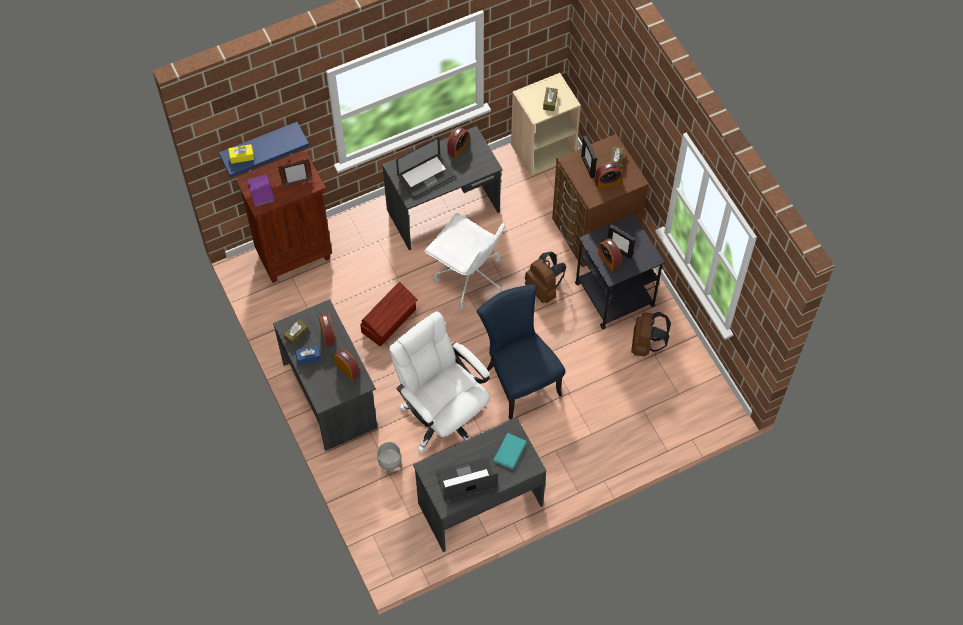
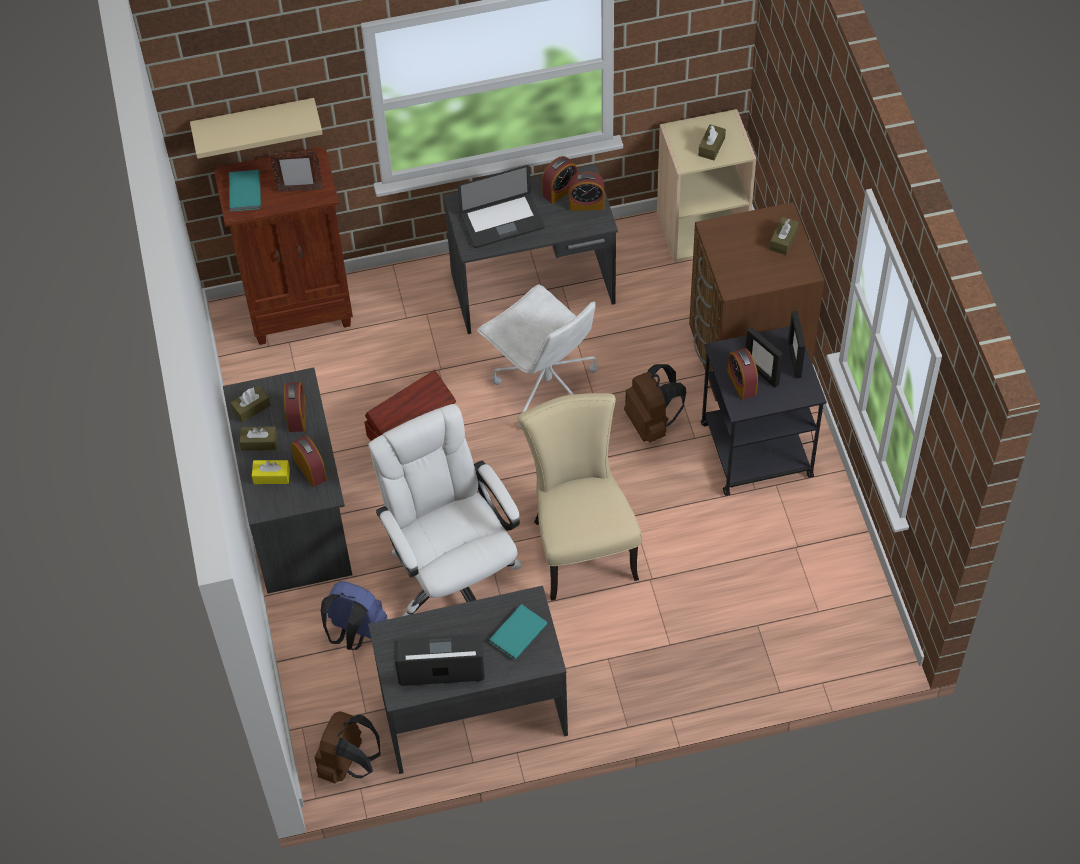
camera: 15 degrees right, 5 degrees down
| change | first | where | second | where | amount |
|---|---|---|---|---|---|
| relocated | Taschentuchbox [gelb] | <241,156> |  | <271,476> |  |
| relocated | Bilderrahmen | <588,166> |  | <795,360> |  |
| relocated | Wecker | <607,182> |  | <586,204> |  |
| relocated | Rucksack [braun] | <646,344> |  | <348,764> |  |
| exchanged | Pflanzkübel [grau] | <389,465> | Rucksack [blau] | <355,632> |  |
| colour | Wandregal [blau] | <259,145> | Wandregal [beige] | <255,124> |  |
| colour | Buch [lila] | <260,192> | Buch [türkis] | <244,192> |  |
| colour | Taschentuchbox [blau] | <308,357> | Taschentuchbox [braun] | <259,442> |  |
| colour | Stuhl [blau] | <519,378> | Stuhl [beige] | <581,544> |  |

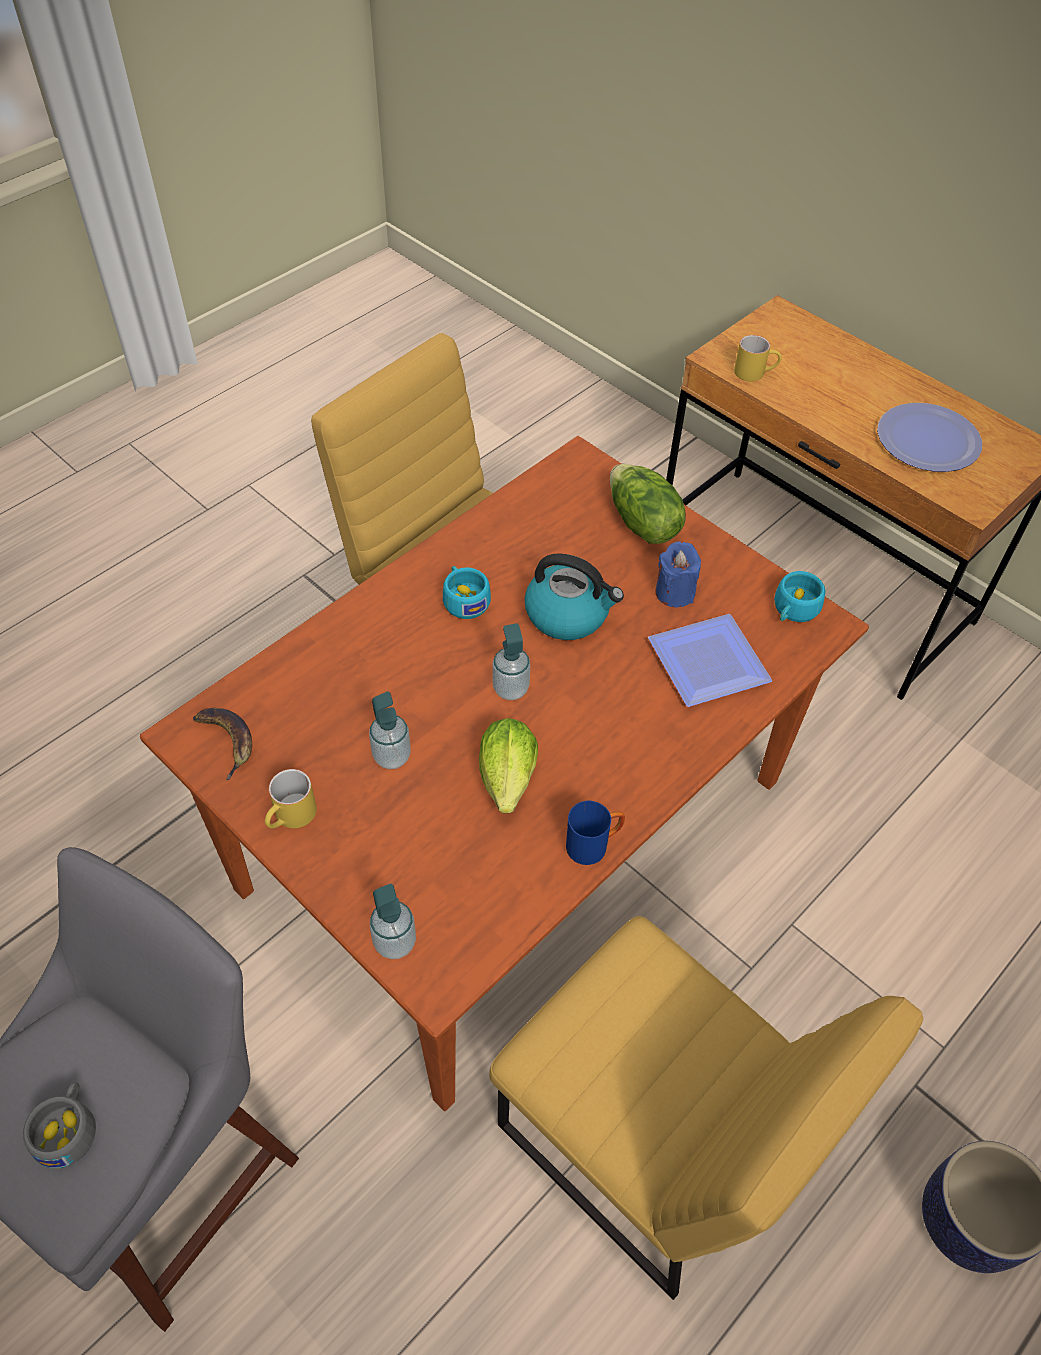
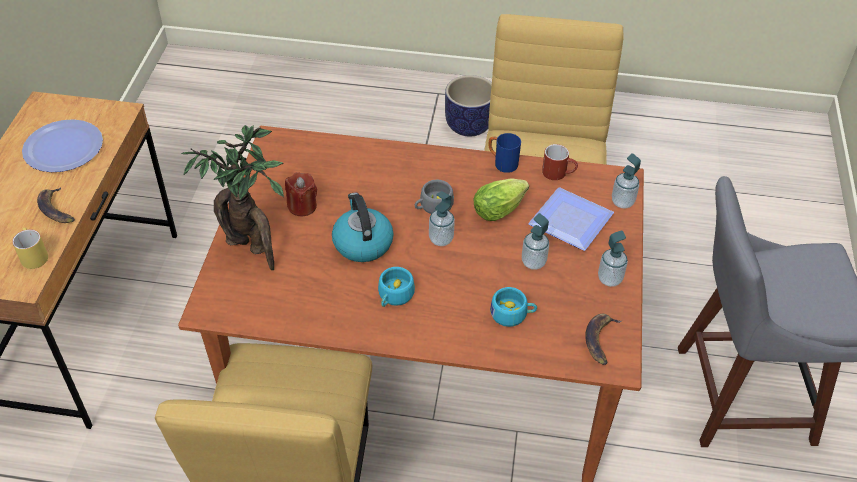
camera: 125 degrees left, 5 degrees down
| change | first | where | second | where | amount |
|---|---|---|---|---|---|
| appeared |  |  | Banane | <56,209> |  |
| appeared |  |  | Henkelbecher [rot] | <559,173> |  |
| relocated | Tasse [grau] | <68,1129> |  | <433,206> |  |
| relocated | Teller | <712,665> |  | <569,219> |  |
| relocated | Tasse [türkis] | <793,610> |  | <512,314> |  |
| exchanged | Henkelbecher [gelb] | <291,818> | Seifenspender | <610,279> |  |
| exchanged | Salatkopf | <641,524> | Topfpflanze | <251,247> |  |
| colour | Kerze [blau] | <675,592> | Kerze [rot] | <302,206> |  |

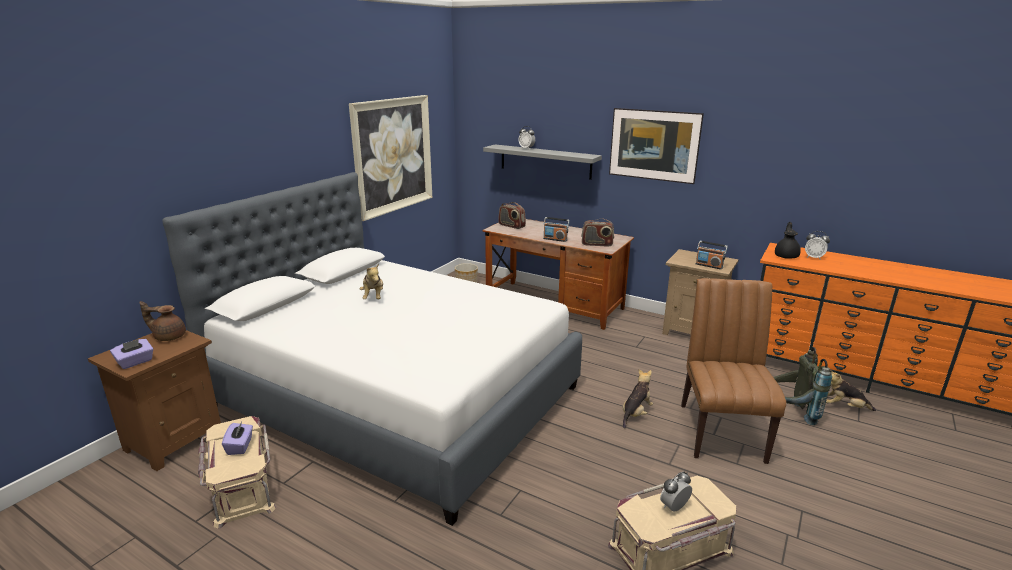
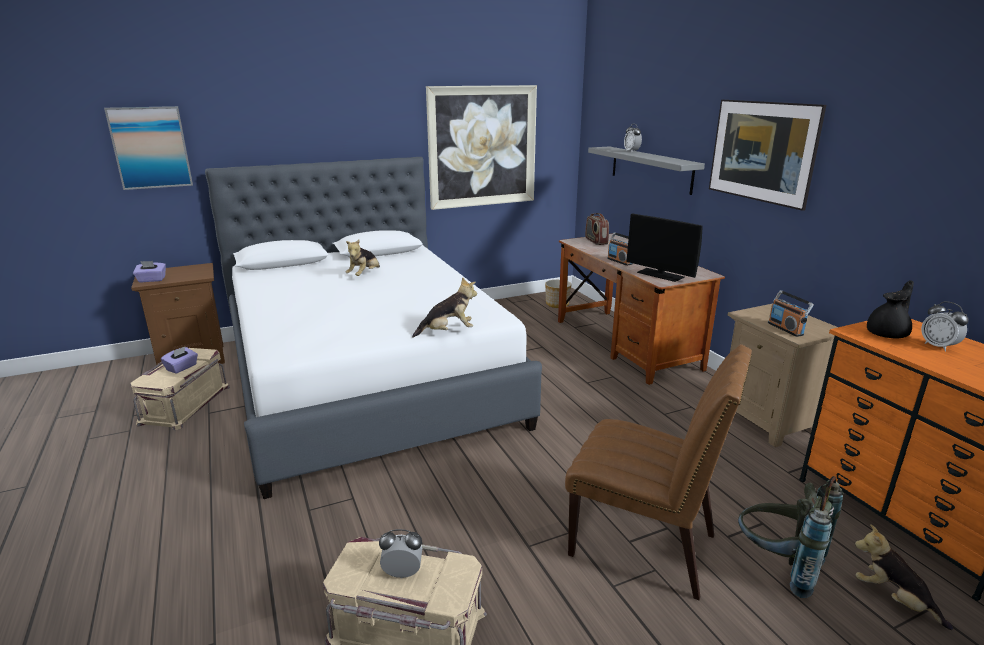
camera: 35 degrees right, 0 degrees up
| change | first | where | second | where | amount |
|---|---|---|---|---|---|
| missing | Teekanne [braun] | <169,336> |  |  |  |
| appeared |  |  | Bild | <150,147> |  |
| relocated | Plüschtier | <635,413> |  | <448,332> |  |
| exchanged | Radio | <597,244> | Monitor | <660,275> |  |
| spun | Stuhl [braun] | <721,433> |  | <641,545> | 75 degrees clockwise |

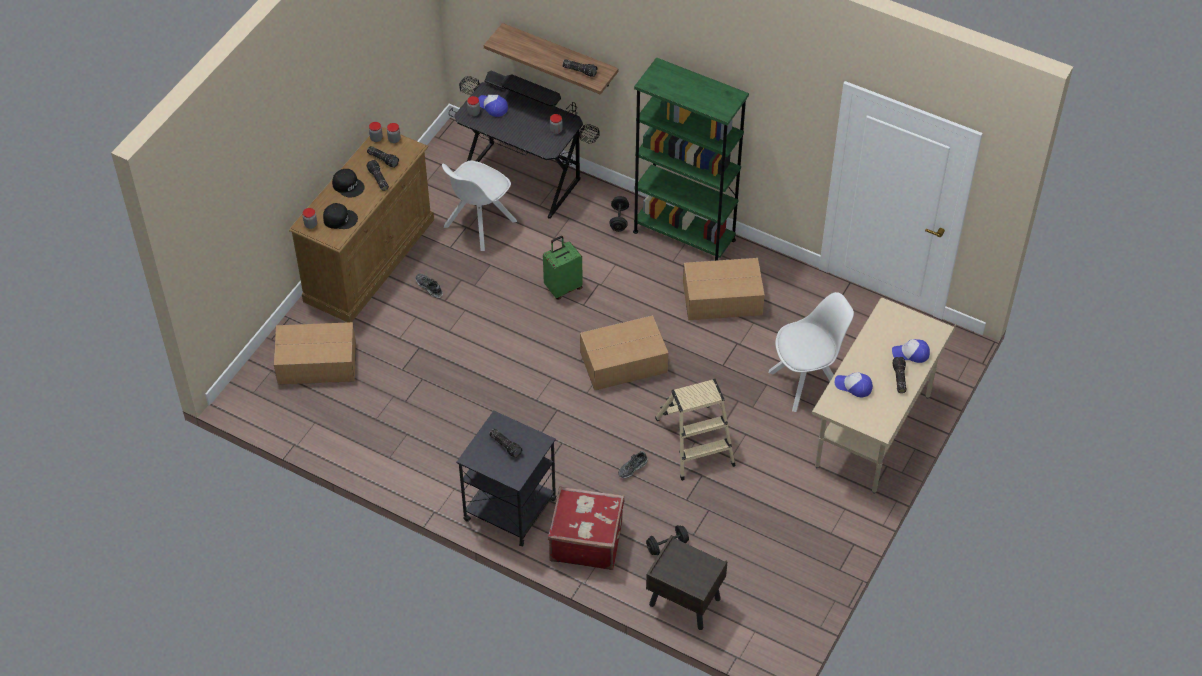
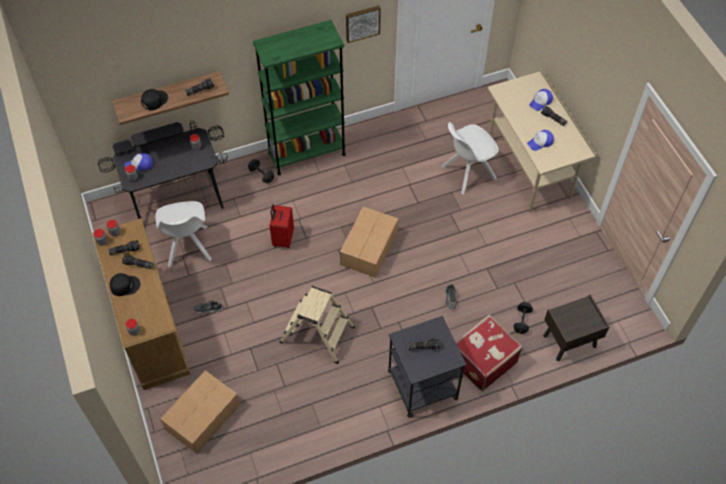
camera: 50 degrees left, 5 degrees up
| change | first | where | second | where | amount |
|---|---|---|---|---|---|
| missing | Karton | <723,299> |  |  |  |
| appeared |  |  | Bild | <362,23> |  |
| relocated | Kappe [schwarz] | <340,218> |  | <154,100> |  |
| relocated | Trittleiter [beige] | <695,441> |  | <317,334> |  |
| colour | Koffer [grün] | <563,287> | Koffer [rot] | <282,238> |  |
| spun | Stuhl [weiß] | <807,382> |  | <467,173> | 135 degrees counterclockwise |

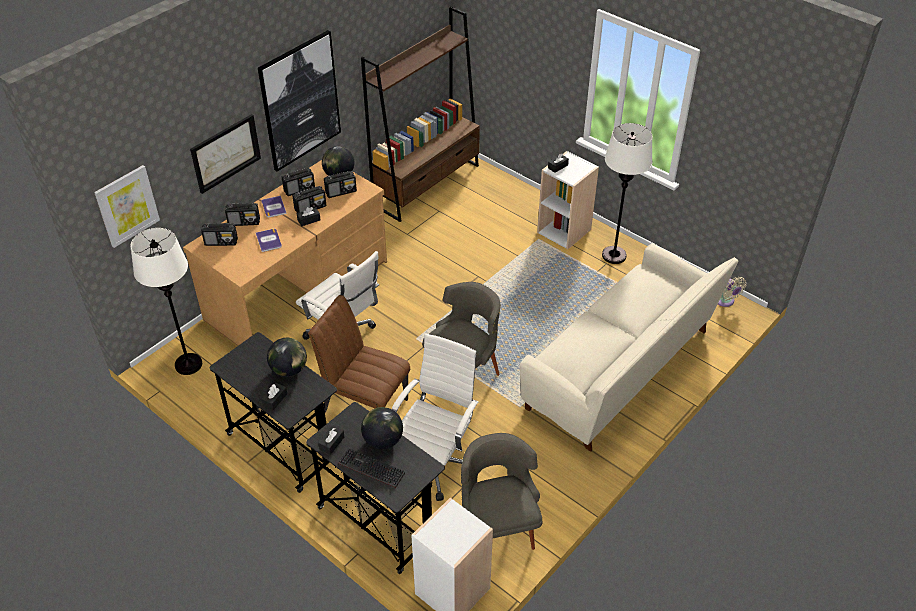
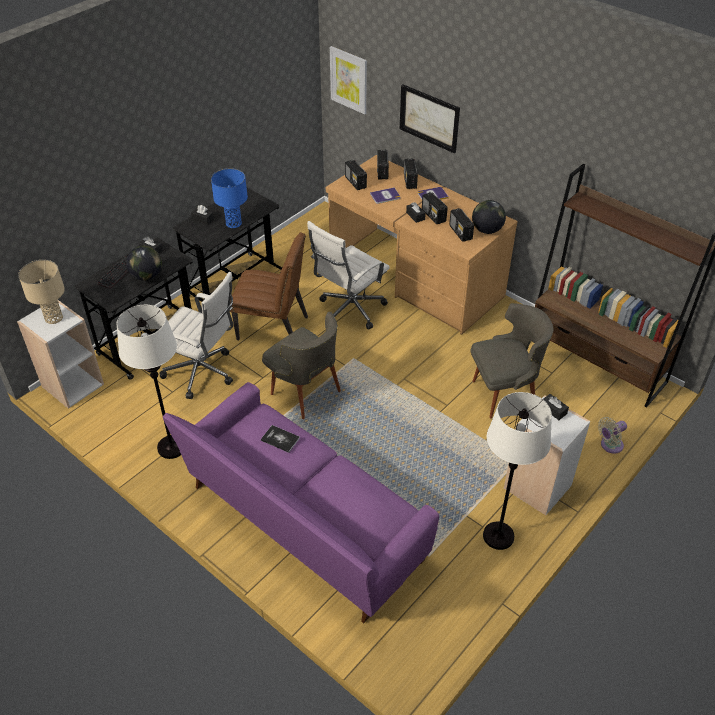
camera: 90 degrees right, 0 degrees up
| change | first | where | second | where | amount |
|---|---|---|---|---|---|
| missing | Bild | <300,101> |  |  |  |
| appeared |  |  | Tischlampe [beige] | <54,318> |  |
| appeared |  |  | Buch | <280,439> |  |
| relocated | Stehlampe [weiß] | <188,365> |  | <171,447> |  |
| relocated | Radio | <299,189> |  | <355,182> |  |
| relocated | Stuhl [grau] | <497,532> |  | <503,395> |  |
| relocated | Ventilator [beige] | <725,301> |  | <609,445> |  |
| exchanged | Globus | <289,370> | Tischlampe [blau] | <233,223> |  |
| colour | Sofa [beige] | <620,370> | Sofa [lila] | <304,524> |  |
| spun | Stuhl [braun] | <366,405> |  | <272,328> | 75 degrees clockwise |

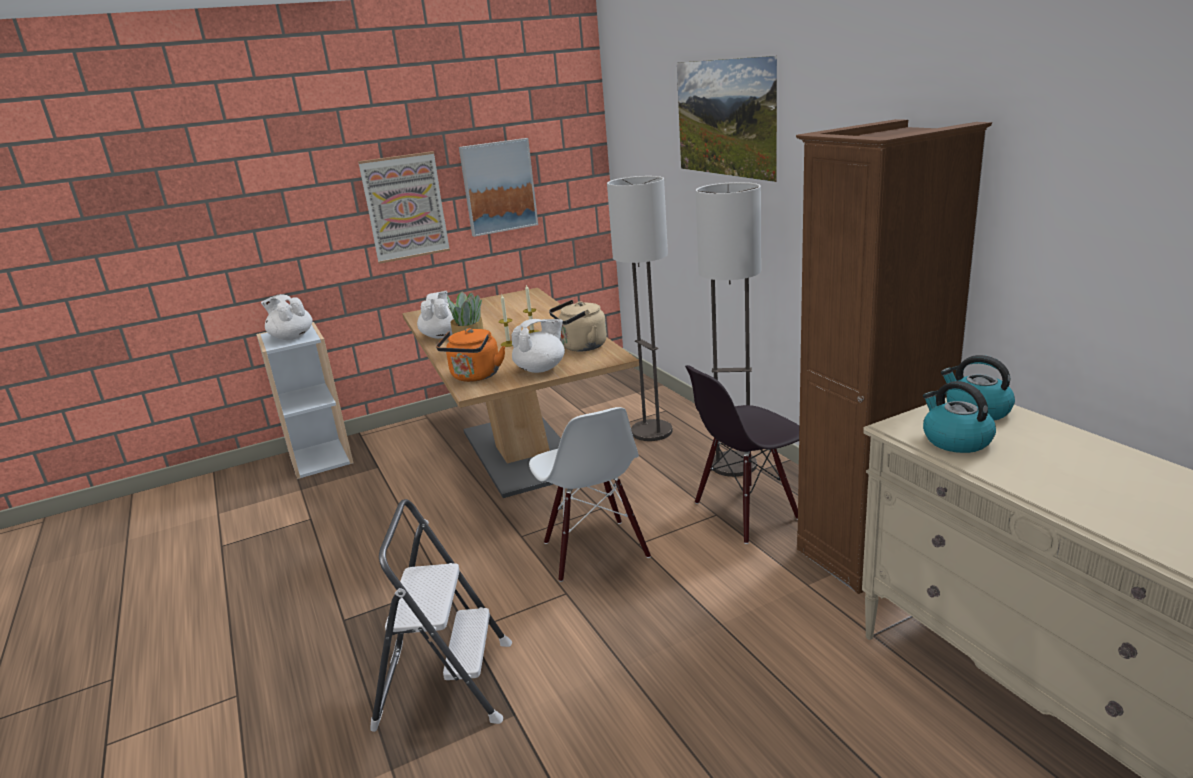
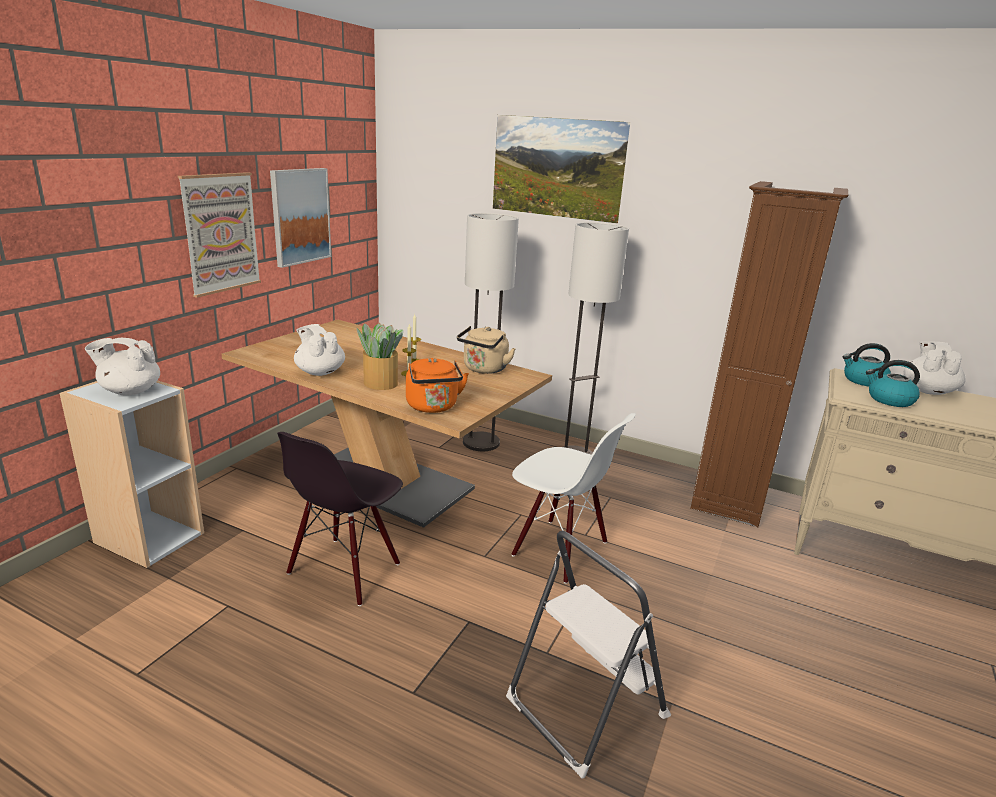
camera: 40 degrees left, 0 degrees up
| change | first | where | second | where | amount |
|---|---|---|---|---|---|
| relocated | Teekanne [weiß] | <541,369> |  | <927,391> |  |
| relocated | Stuhl [schwarz] | <746,512> |  | <345,570> |  |

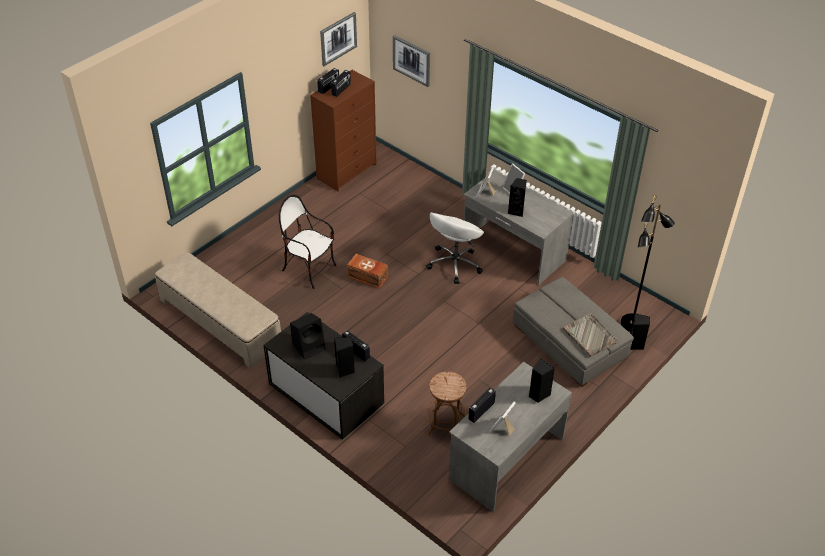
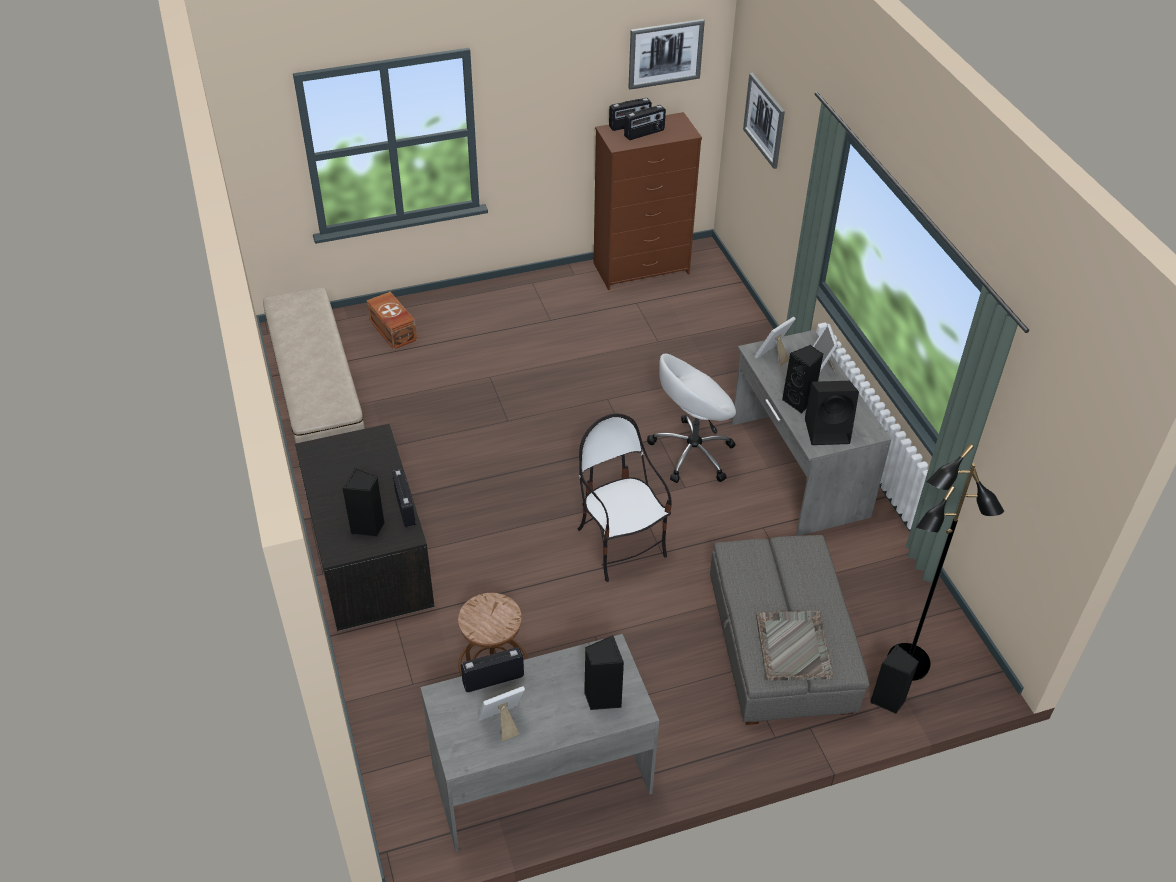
camera: 30 degrees right, 0 degrees up
| change | first | where | second | where | amount |
|---|---|---|---|---|---|
| relocated | Stuhl | <309,269> |  | <620,545> |  |
| relocated | Lautsprecher [schwarz] | <309,346> |  | <828,430> |  |
| relocated | Aufbewahrungsbox [braun] | <368,277> |  | <392,331> |  |

